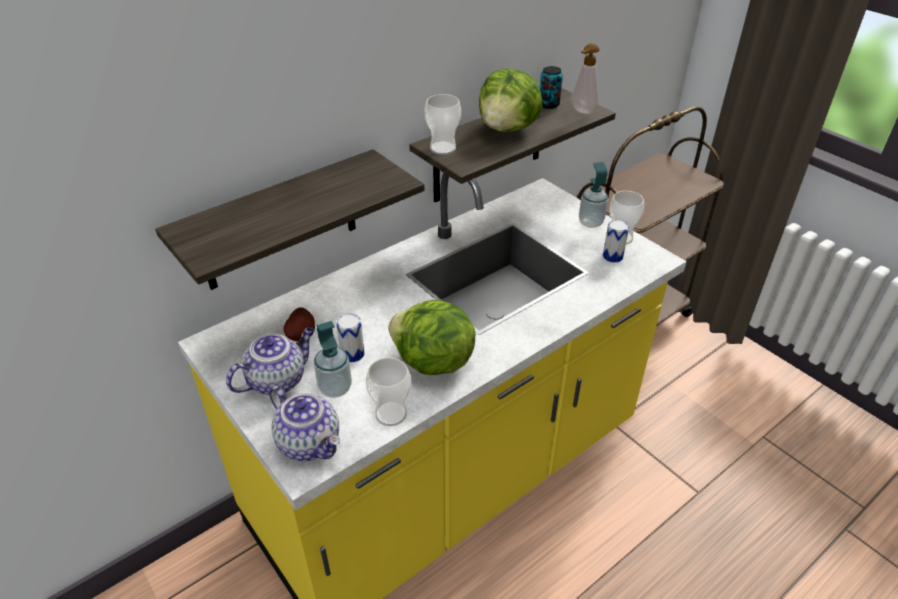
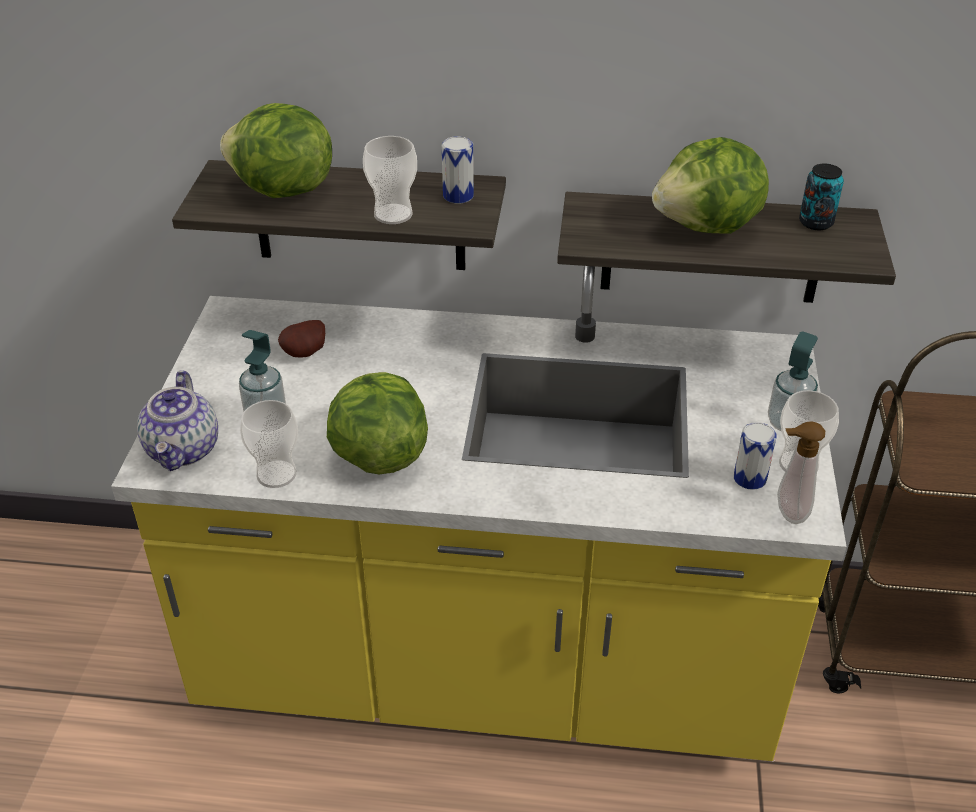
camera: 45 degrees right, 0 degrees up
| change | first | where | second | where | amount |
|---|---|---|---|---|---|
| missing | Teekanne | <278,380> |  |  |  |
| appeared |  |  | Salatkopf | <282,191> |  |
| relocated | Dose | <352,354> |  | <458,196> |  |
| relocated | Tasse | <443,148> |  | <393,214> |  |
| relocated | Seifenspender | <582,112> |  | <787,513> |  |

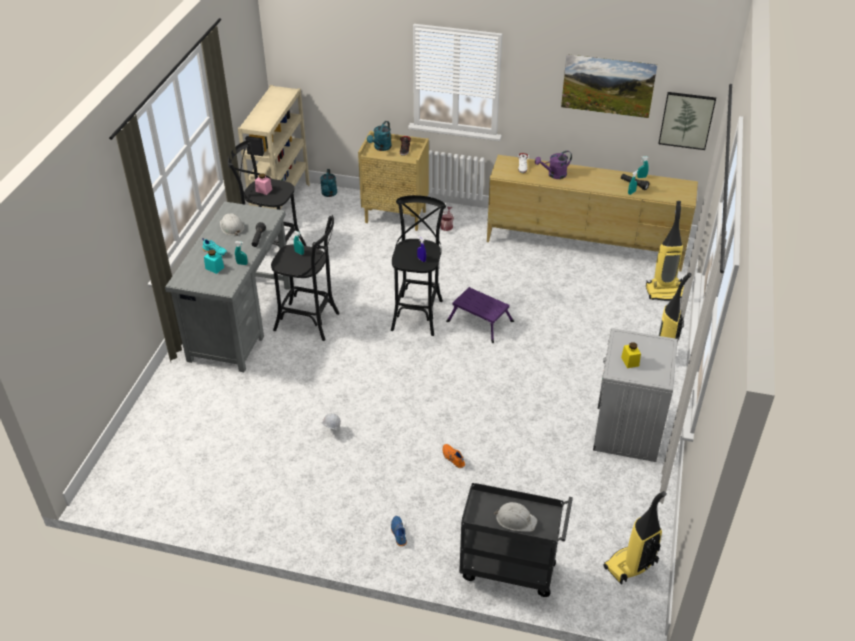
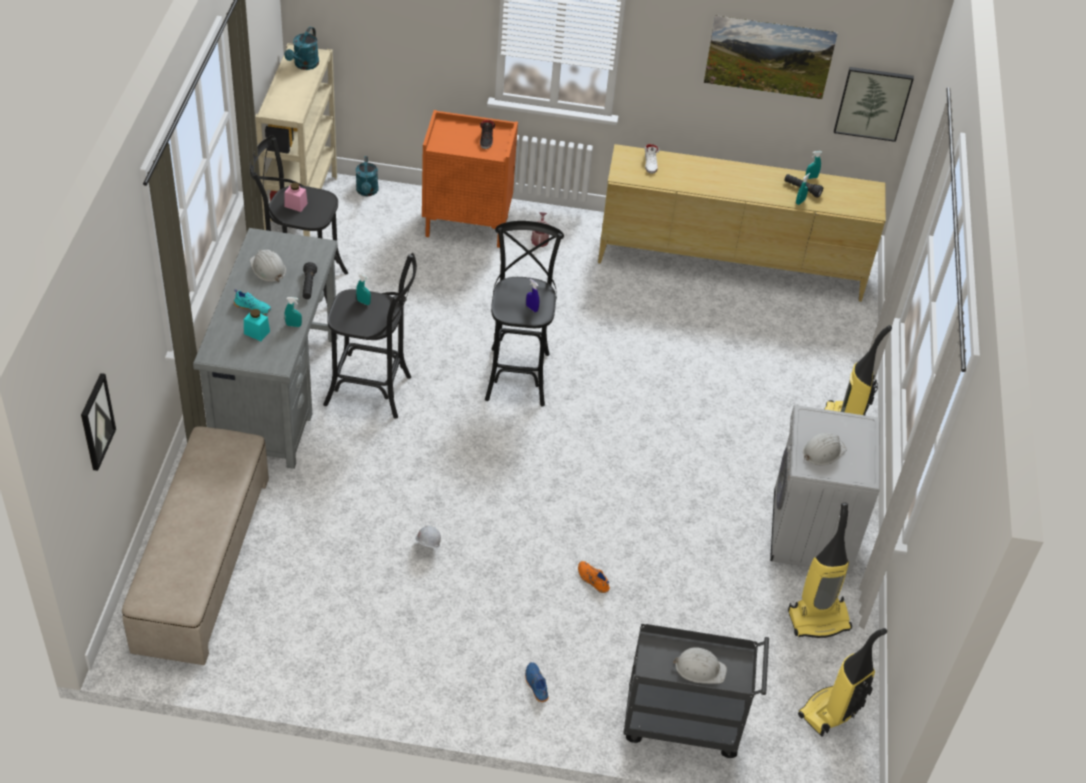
camera: 10 degrees left, 5 degrees up
| change | first | where | second | where | amount |
|---|---|---|---|---|---|
| missing | Trittleiter [lila] | <480,321> |  |  |  |
| missing | Gießkanne [lila] | <554,175> |  |  |  |
| appeared |  |  | Bild | <96,421> |  |
| appeared |  |  | Bank [beige] | <202,560> |  |
| relocated | Gießkanne [türkis] | <381,148> |  | <304,65> |  |
| relocated | Staubsauger | <665,291> |  | <818,619> |  |
| exchanged | Vorratsglas [gelb] | <630,361> | Schutzhelm [weiß] | <823,451> |  |
| colour | Schrank [beige] | <396,217> | Schrank [orange] | <467,226> |  |

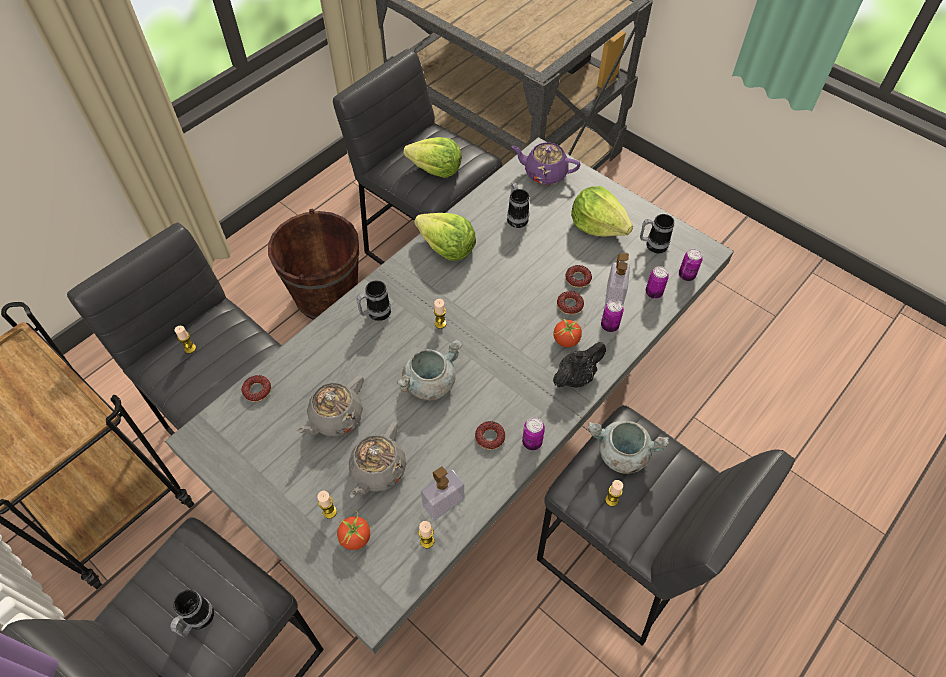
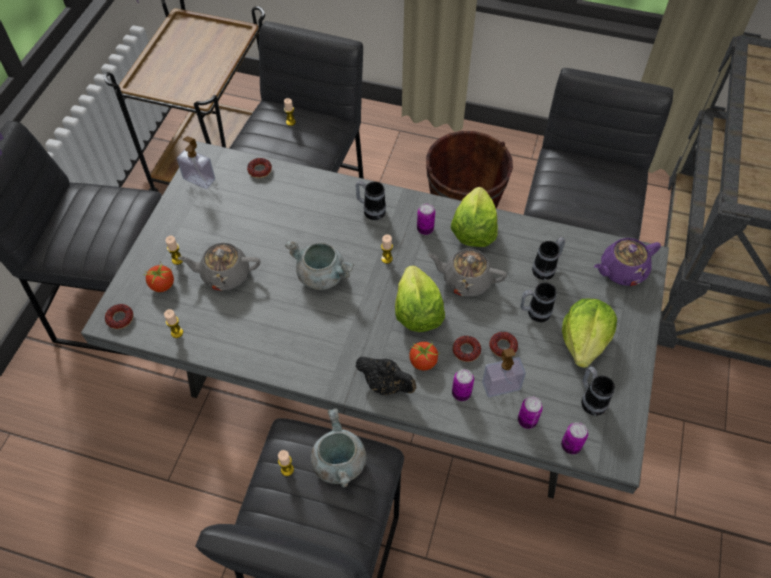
camera: 65 degrees right, 0 degrees up
| change | first | where | second | where | amount |
|---|---|---|---|---|---|
| relocated | Henkelbecher | <197,621> |  | <534,313> |  |
| relocated | Teekanne [grau] | <335,417> |  | <465,280> |  |
| relocated | Salatkopf | <436,169> |  | <417,312> |  |
| relocated | Seifenspender | <443,502> |  | <199,179> |  |
| relocated | Donut | <490,437> |  | <120,318> |  |
| relocated | Dose | <532,442> |  | <425,229> |  |
| spun | Teekanne [lila] | <544,173> |  | <621,270> | 105 degrees counterclockwise |

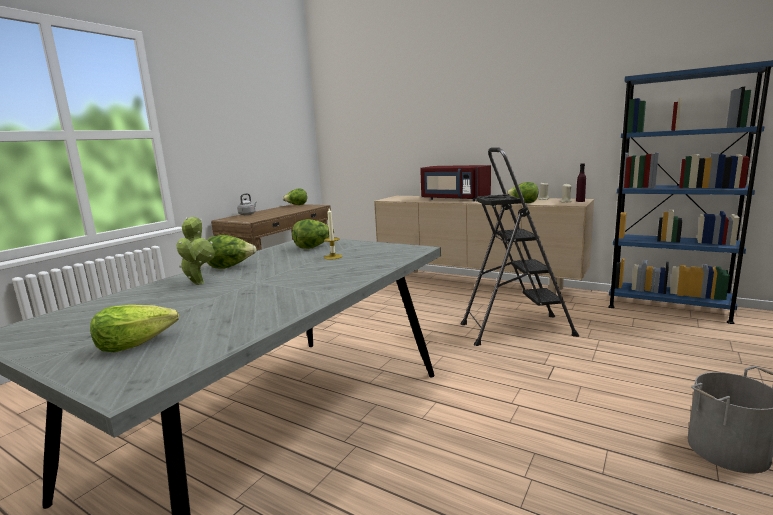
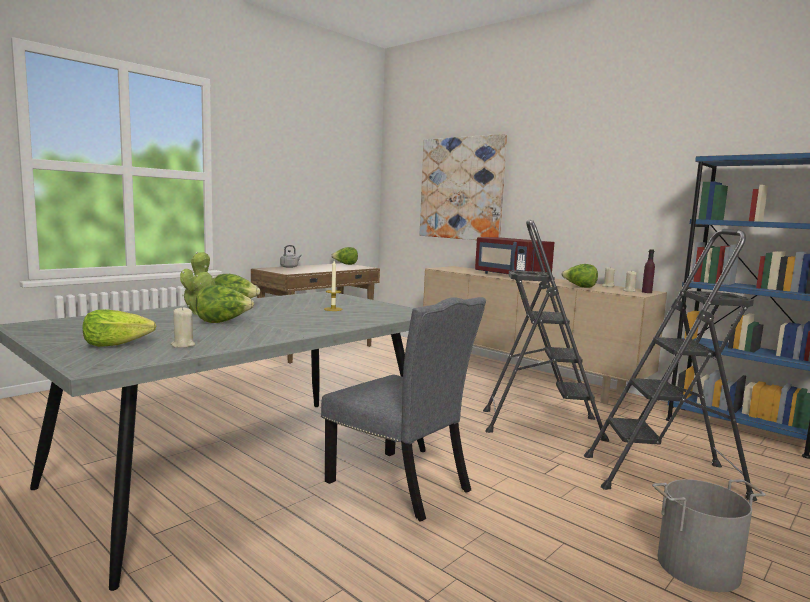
camera: 10 degrees right, 5 degrees down
| change | first | where | second | where | amount |
|---|---|---|---|---|---|
| appeared |  |  | Kerze [beige] | <183,345> |  |
| appeared |  |  | Stuhl [grau] | <398,483> |  |
| appeared |  |  | Bild | <461,188> |  |
| appeared |  |  | Trittleiter | <666,476> |  |
| relocated | Salatkopf | <313,247> |  | <222,322> |  |

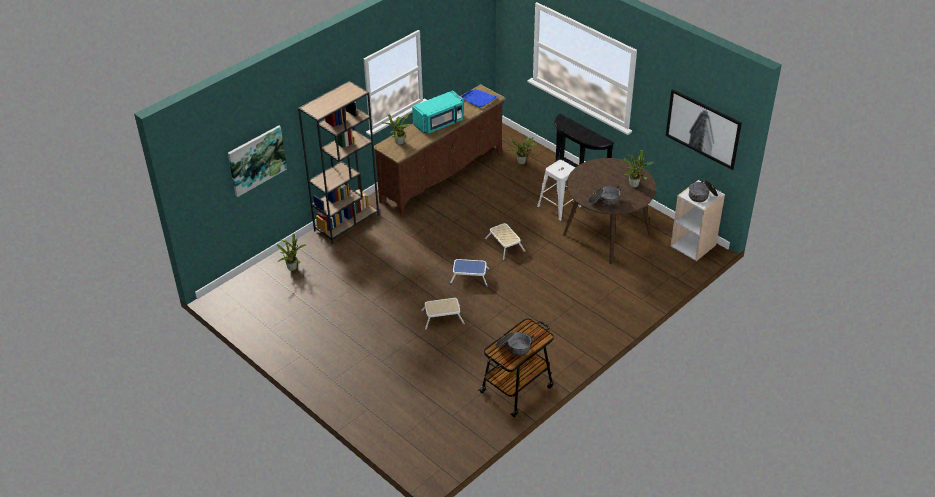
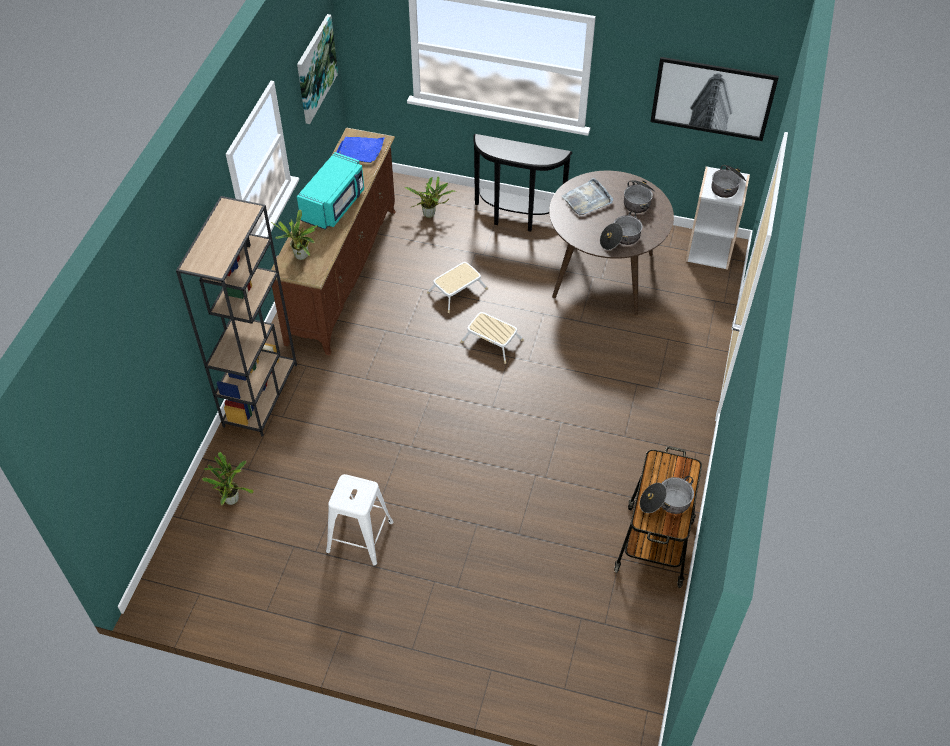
camera: 30 degrees left, 10 degrees up
| change | first | where | second | where | amount |
|---|---|---|---|---|---|
| missing | Trittleiter [blau] | <469,276> |  |  |  |
| appeared |  |  | Tablett [grau] | <587,199> |  |
| relocated | Bild | <256,160> |  | <315,68> |  |
| relocated | Trittleiter [beige] | <442,317> |  | <457,290> |  |
| relocated | Hocker [weiß] | <559,206> |  | <359,536> |  |
| exchanged | Topfpflanze | <634,184> | Kochtopf | <638,201> |  |

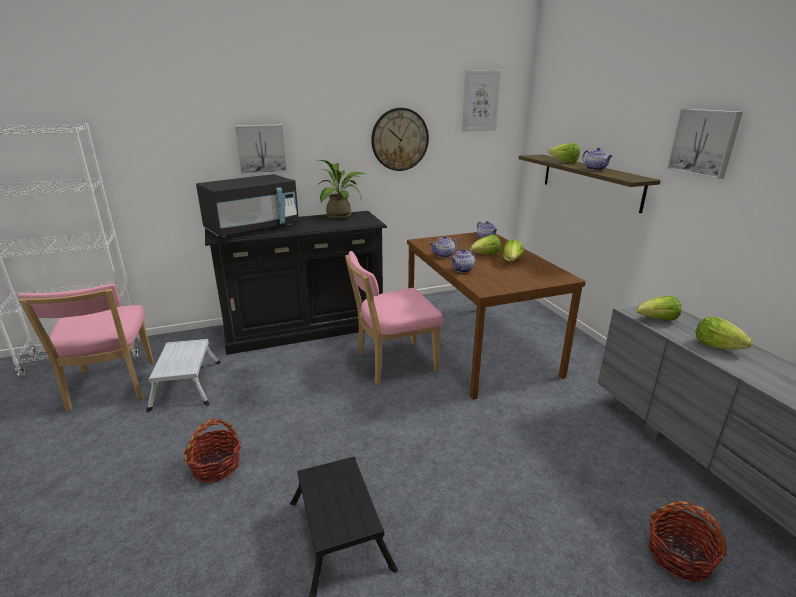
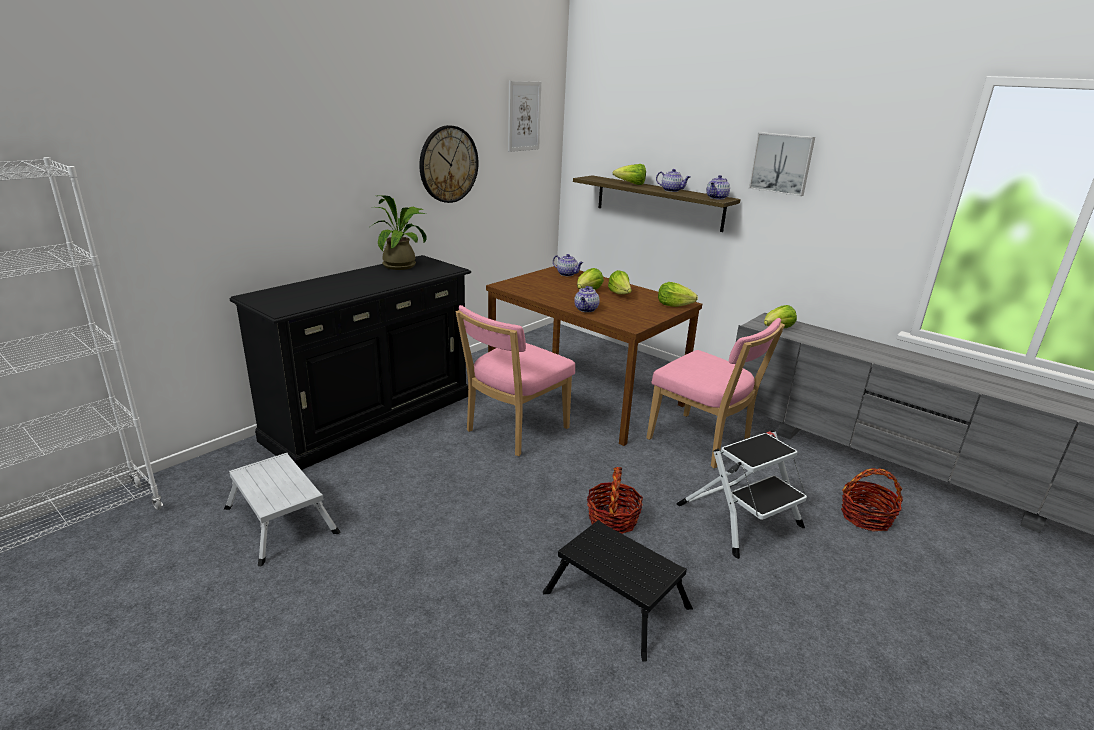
camera: 30 degrees left, 0 degrees up
| change | first | where | second | where | amount |
|---|---|---|---|---|---|
| missing | Mikrowelle [schwarz] | <252,229> |  |  |  |
| missing | Bild | <261,149> |  |  |  |
| appeared |  |  | Trittleiter | <739,517> |  |
| relocated | Stuhl [rosa] | <111,388> |  | <703,442> |  |
| relocated | Korb | <216,466> |  | <612,519> |  |
| relocated | Teekanne | <444,255> |  | <717,198> |  |
| relocated | Salatkopf | <716,346> |  | <673,305> |  |

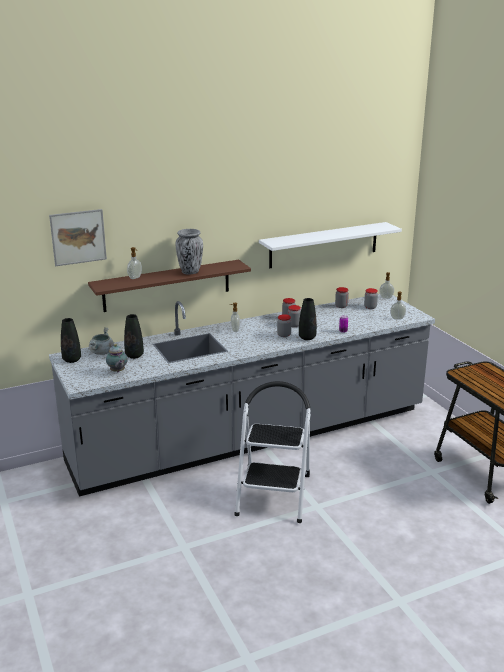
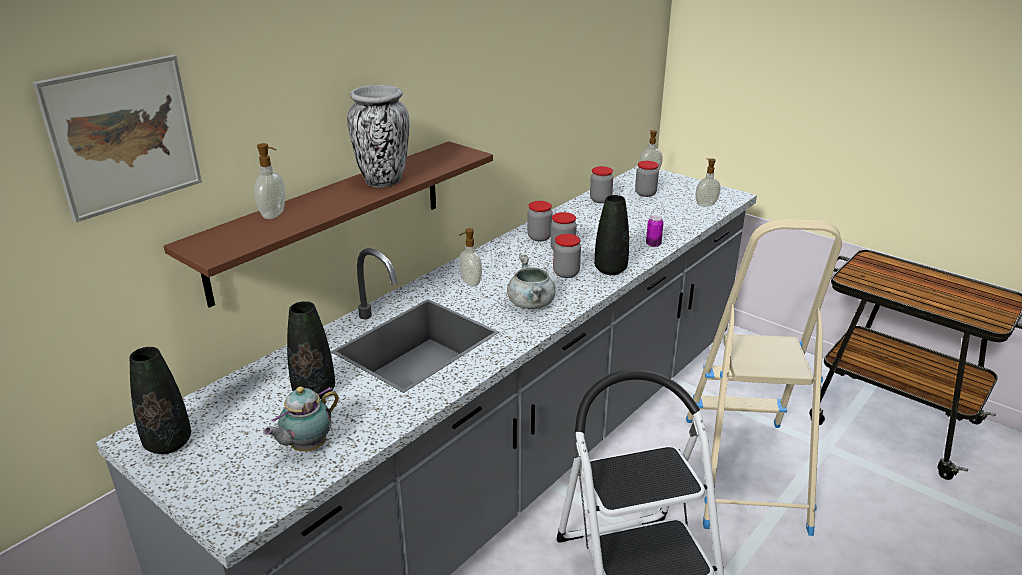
camera: 25 degrees left, 5 degrees up
| change | first | where | second | where | amount |
|---|---|---|---|---|---|
| missing | Wandregal [weiß] | <324,245> |  |  |  |
| appeared |  |  | Trittleiter [beige] | <743,469> |  |
| relocated | Kochtopf [grau] | <102,353> |  | <532,304> |  |
| spun | Teekanne | <117,371> |  | <306,447> | 90 degrees clockwise |

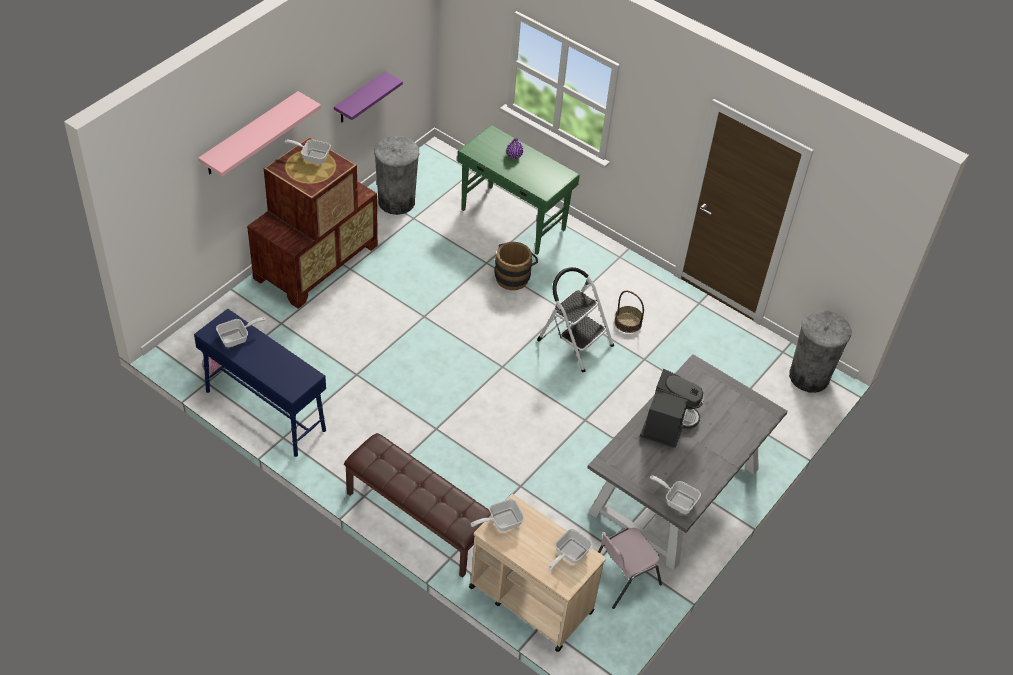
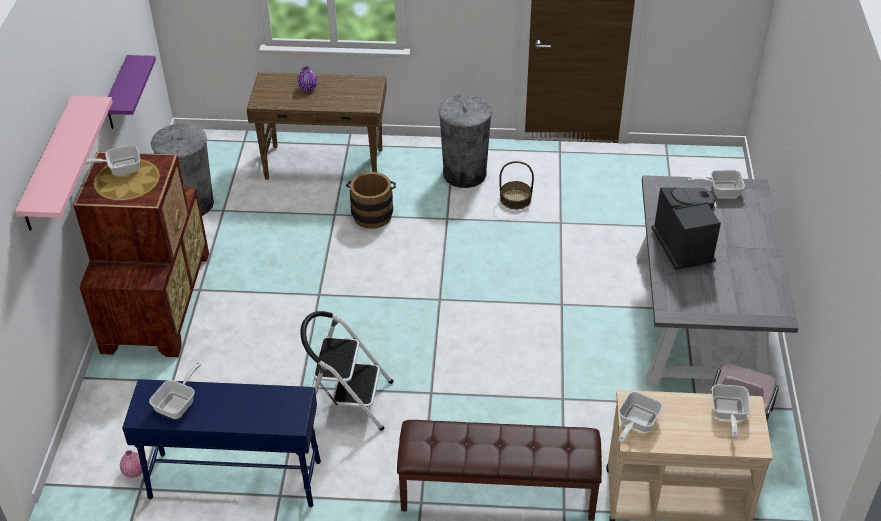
camera: 30 degrees left, 5 degrees down
| change | first | where | second | where | amount |
|---|---|---|---|---|---|
| relocated | Trittleiter | <573,341> |  | <345,401> |  |
| relocated | Pfanne | <677,500> |  | <720,190> |  |
| relocated | Mülleimer [grau] | <809,377> |  | <464,174> |  |
| colour | Konsolentisch [grün] | <514,220> | Konsolentisch [braun] | <325,164> |  |

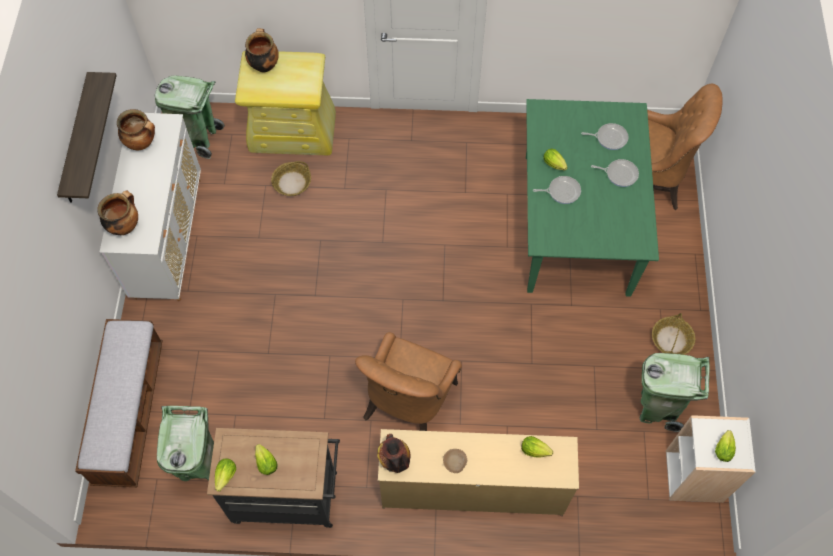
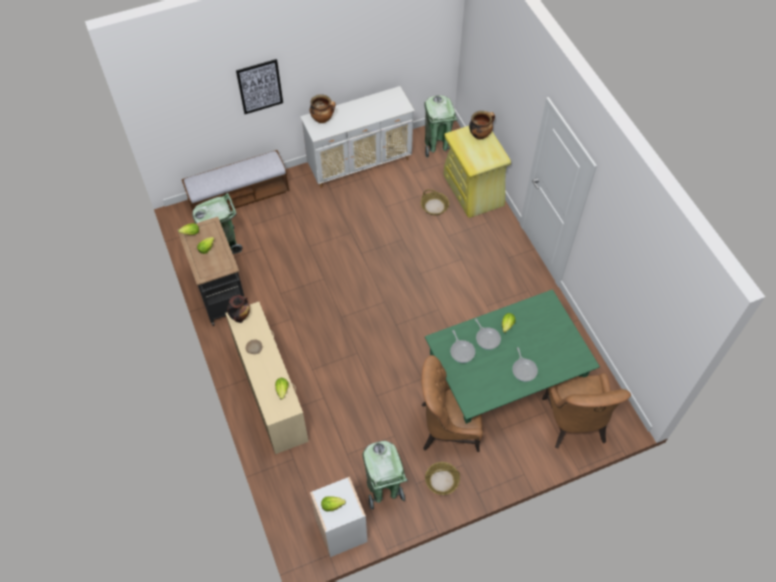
camera: 65 degrees right, 5 degrees down
| change | first | where | second | where | amount |
|---|---|---|---|---|---|
| missing | Wandregal | <77,141> |  |  |  |
| missing | Kochtopf | <142,143> |  |  |  |
| appeared |  |  | Bild | <260,86> |  |
| relocated | Stuhl [braun] | <409,401> |  | <448,426> |  |
| relocated | Pfanne | <609,138> |  | <462,351> |  |

